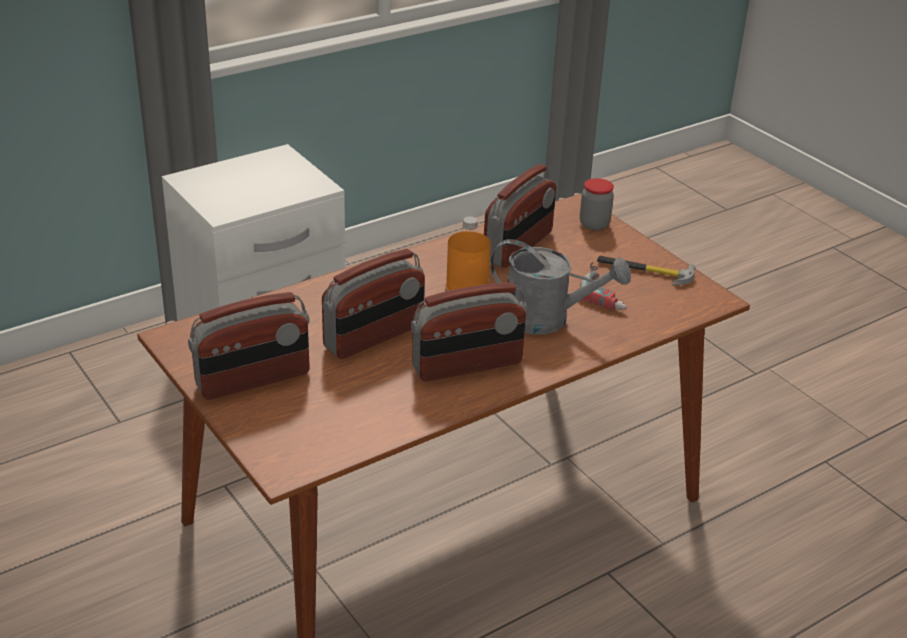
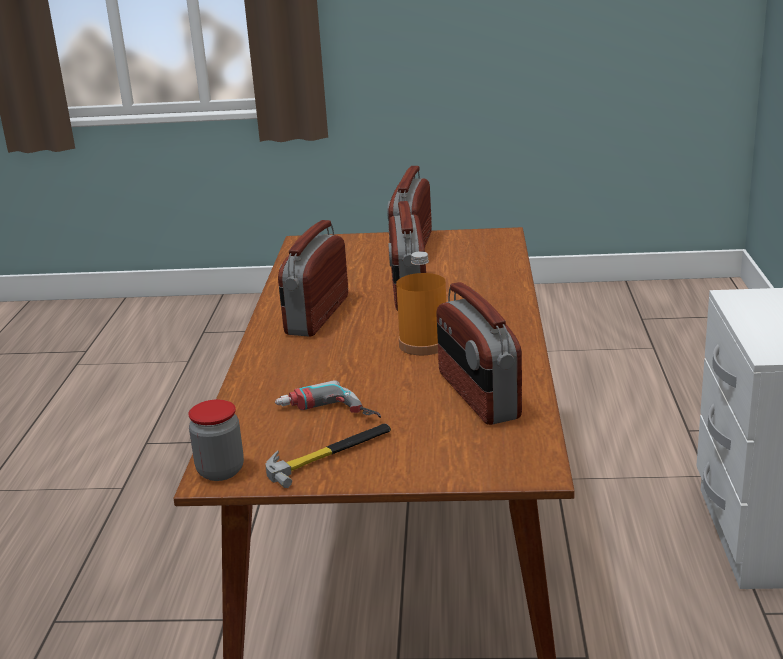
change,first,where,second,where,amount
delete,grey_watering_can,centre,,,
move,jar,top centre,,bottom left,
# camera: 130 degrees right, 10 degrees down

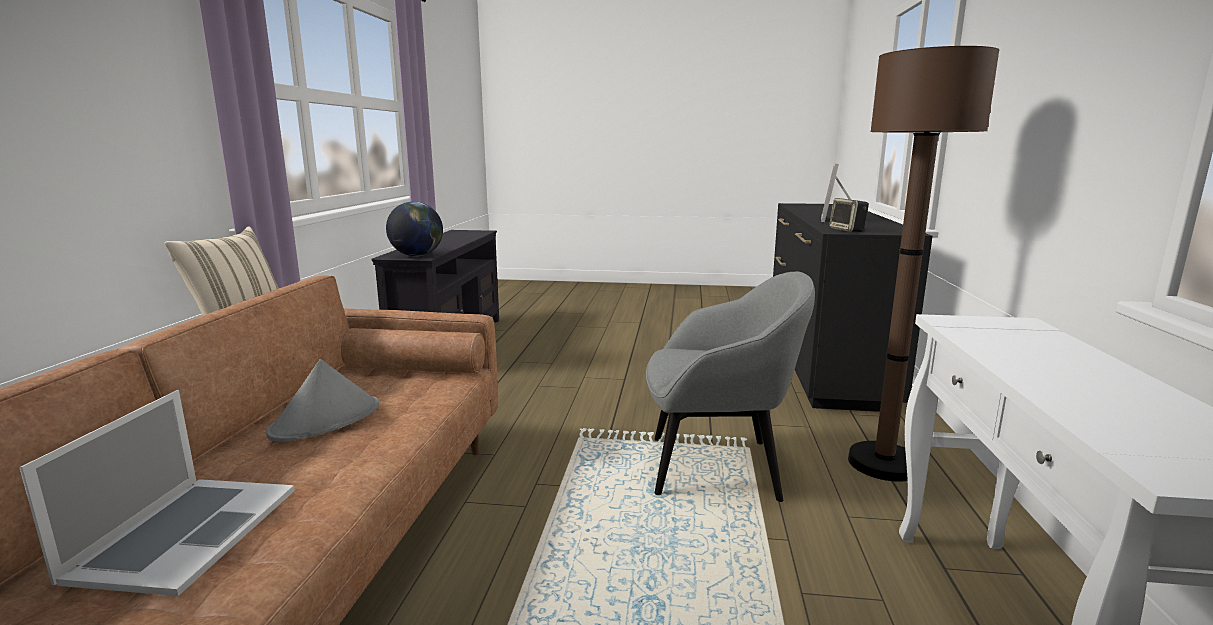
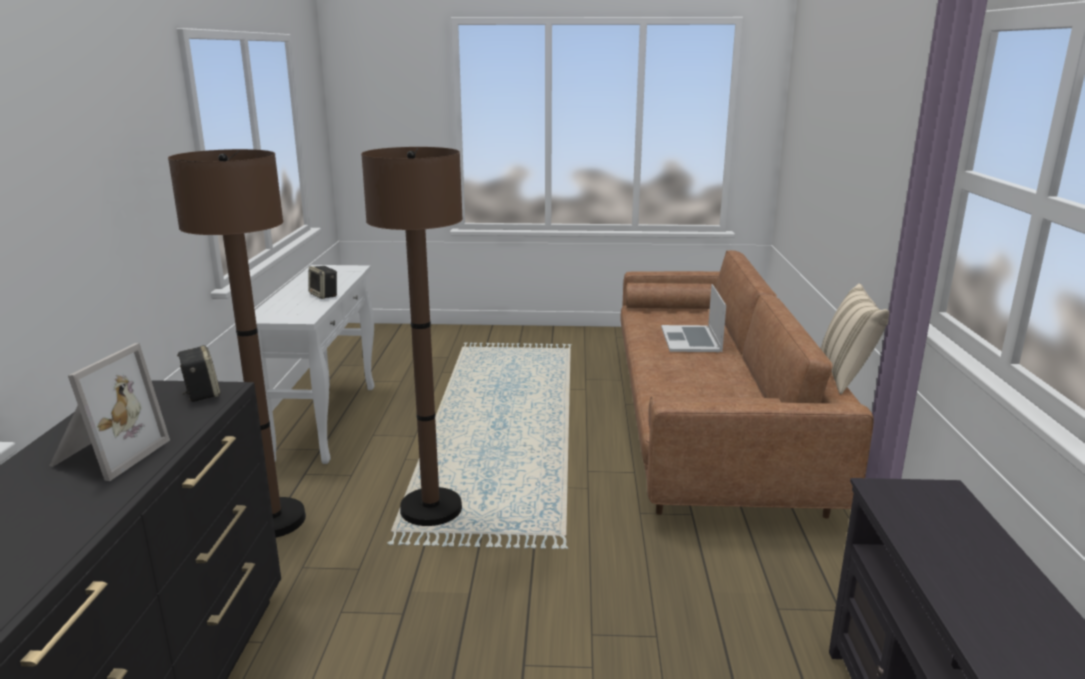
change,first,where,second,where,amount
delete,grey_hat,middle left,,,
delete,globe,centre,,,
insert,,,speaker (2nd from left),middle left,
replace,grey_armchair,centre,brown_floor_lamp (2nd from left),centre,
# camera: 175 degrees right, 5 degrees up

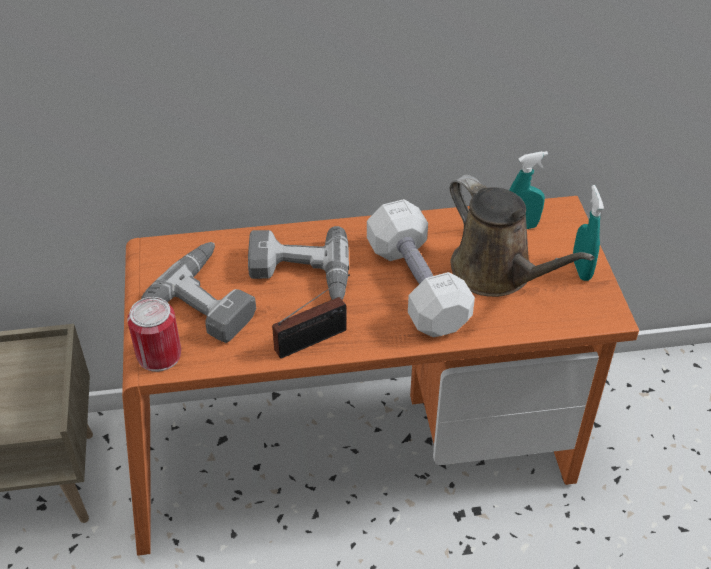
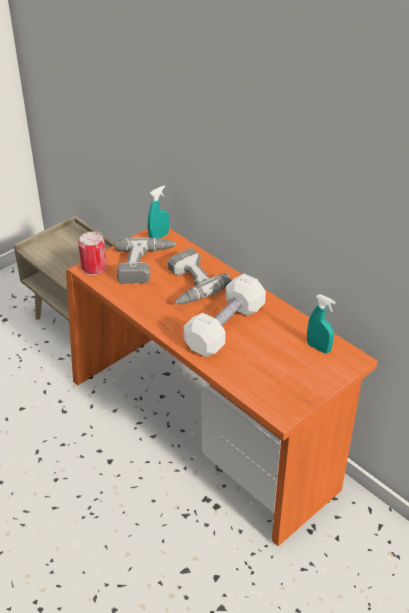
change,first,where,second,where,amount
delete,radio,centre,,,
delete,brown_watering_can,middle right,,,
move,turquoise_spray_bottle (2nd from left in the first image),middle right,turquoise_spray_bottle (1st from left),centre,
# camera: 55 degrees right, 5 degrees down

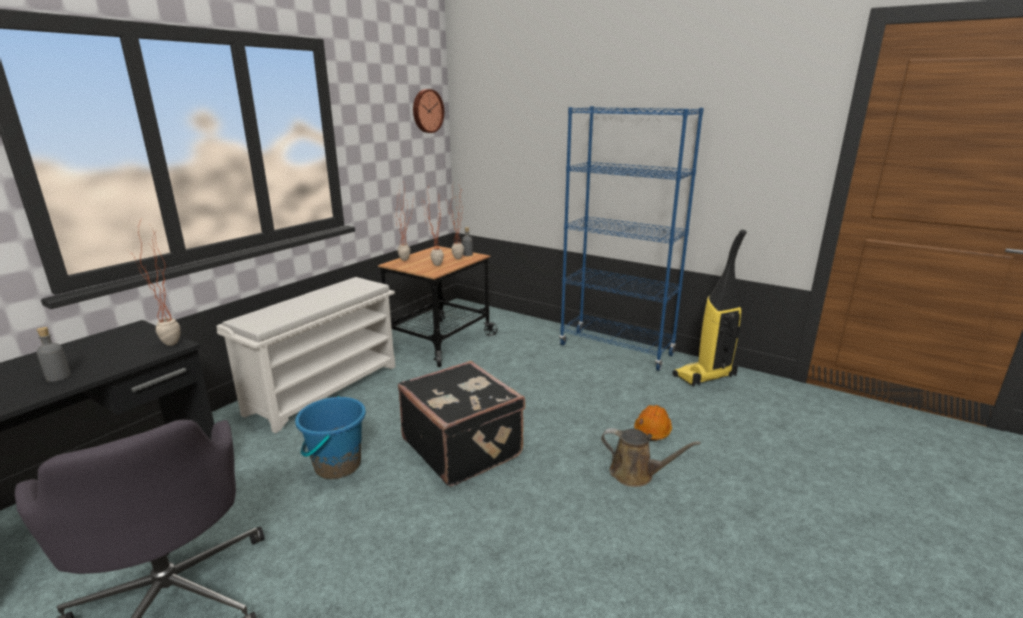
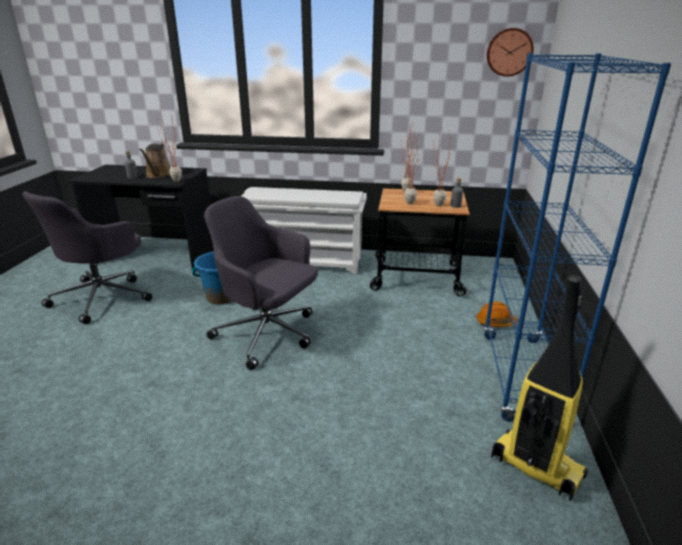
change,first,where,second,where,amount
move,brown_watering_can,bottom centre,,top left,
move,orange_hard_hat,bottom centre,,middle right,
replace,black_suitcase,bottom centre,grey_office_chair (2nd from left),centre,
# camera: 65 degrees right, 5 degrees up

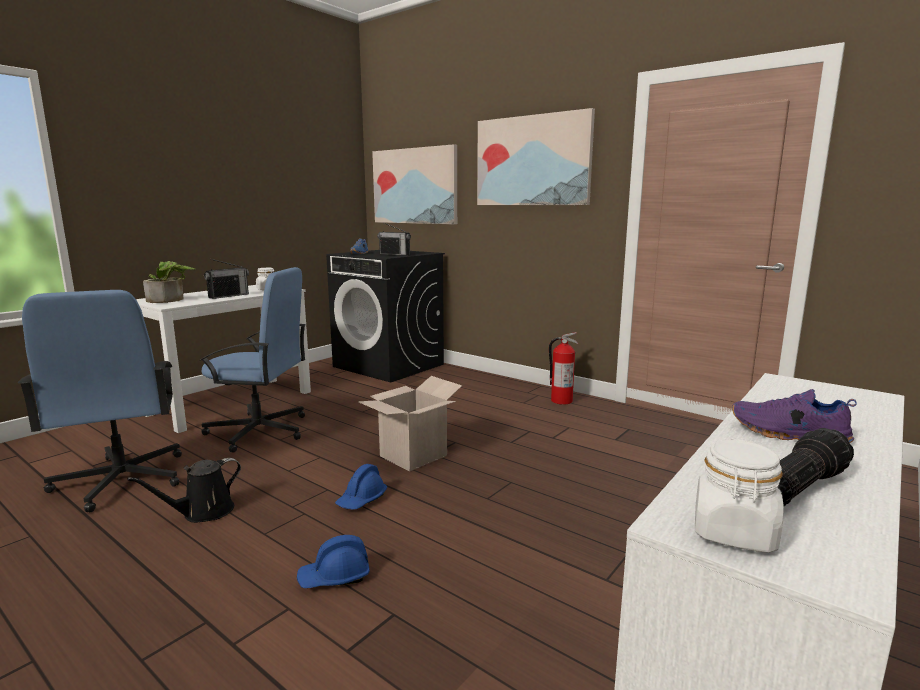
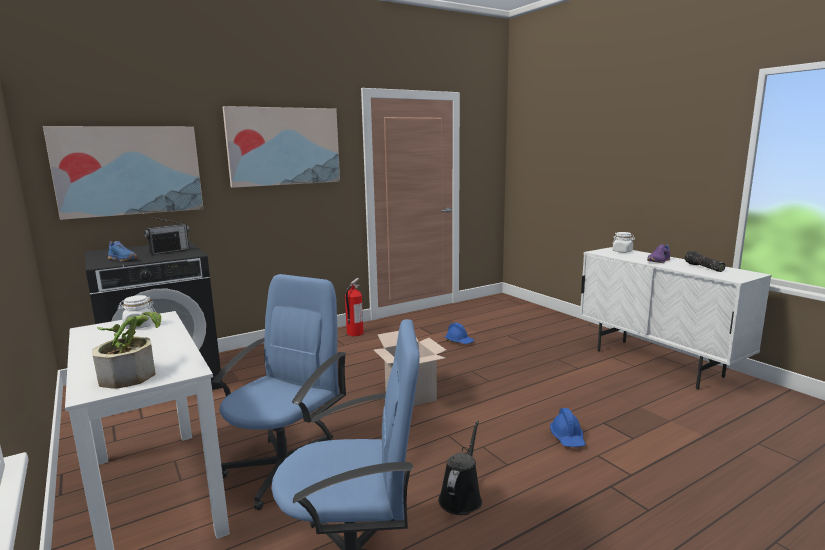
change,first,where,second,where,amount
delete,radio (1st from left),middle left,,,
move,blue_hard_hat (2nd from left in the first image),bottom centre,blue_hard_hat (1st from left),centre,
move,white_jar (2nd from left),bottom right,,middle right,
rotate,black_watering_can,bottom left,,bottom centre,135 degrees counterclockwise
# camera: 70 degrees left, 0 degrees up

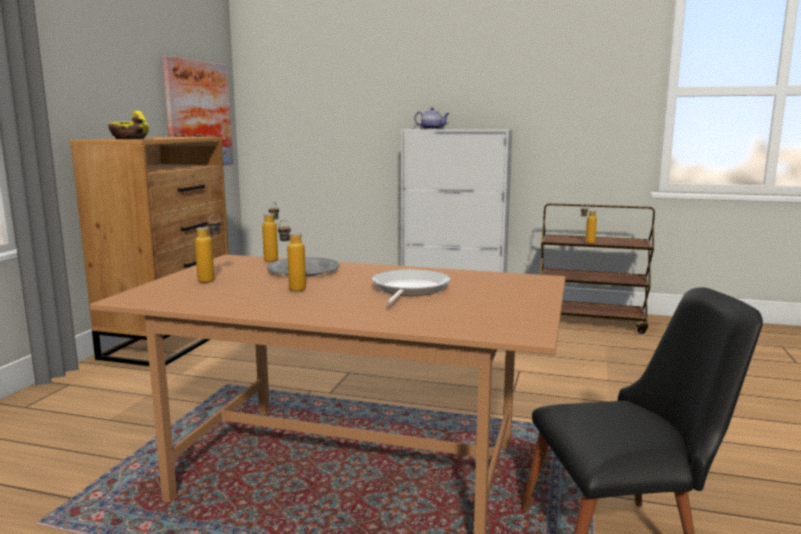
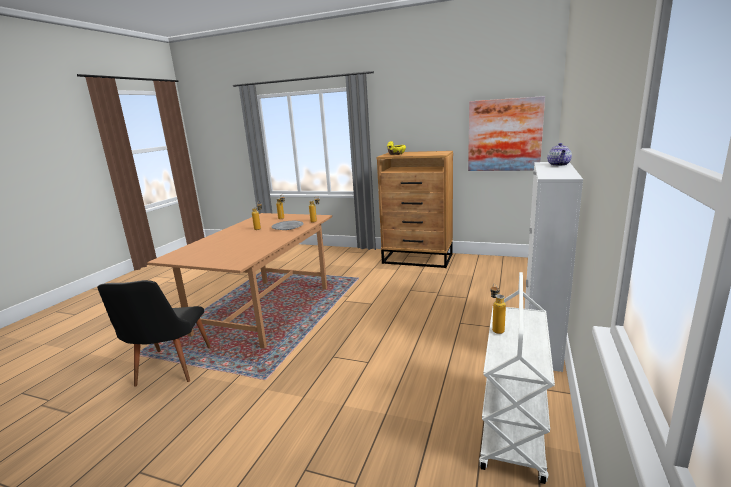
change,first,where,second,where,amount
delete,frying_pan,centre,,,
recolor,brown_cart,middle right,white_cart,bottom right,
# camera: 95 degrees right, 5 degrees up

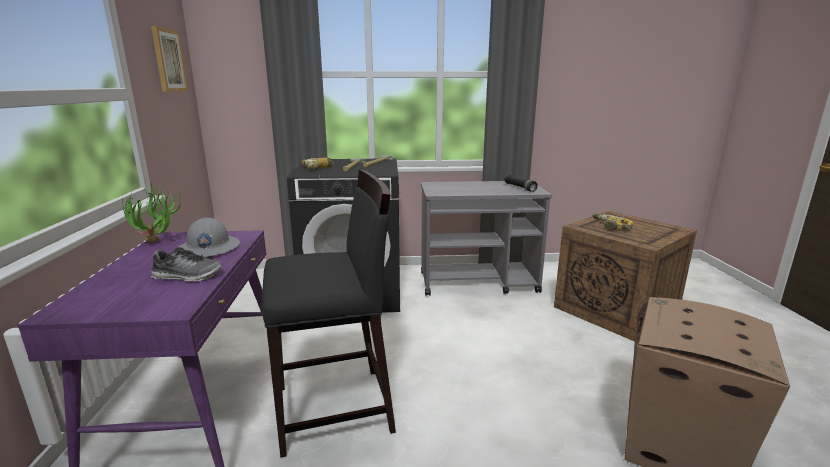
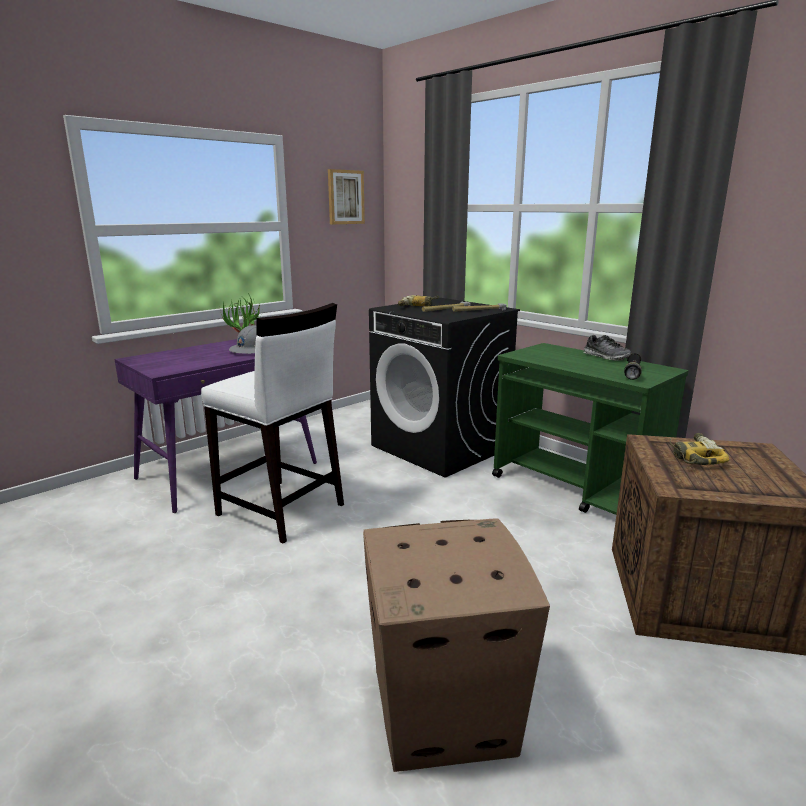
change,first,where,second,where,amount
move,shoe,middle left,,middle right,
recolor,black_stool,bottom centre,white_stool,centre,
recolor,grey_cart,centre,green_cart,middle right,
# camera: 50 degrees right, 0 degrees up

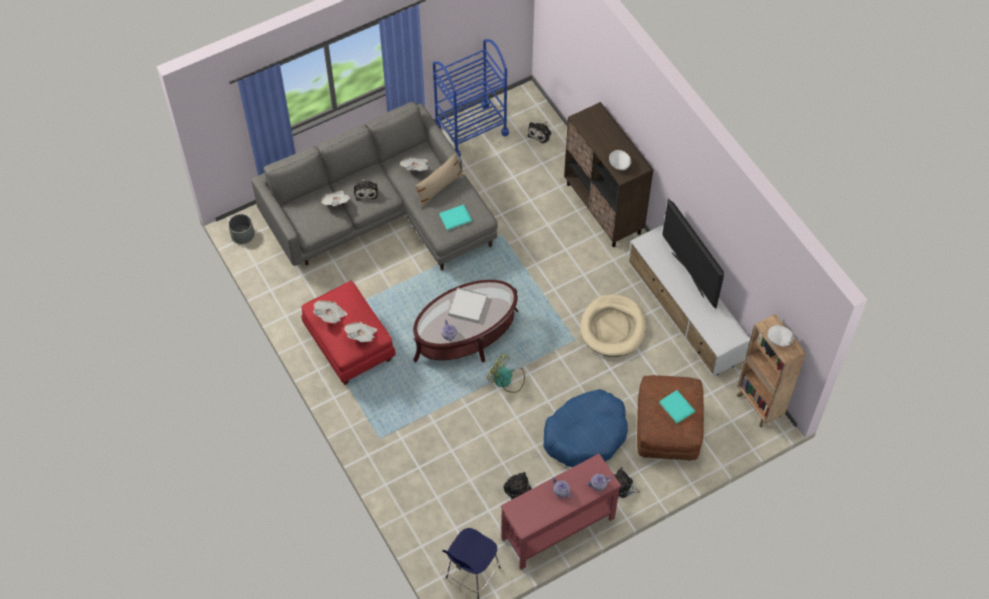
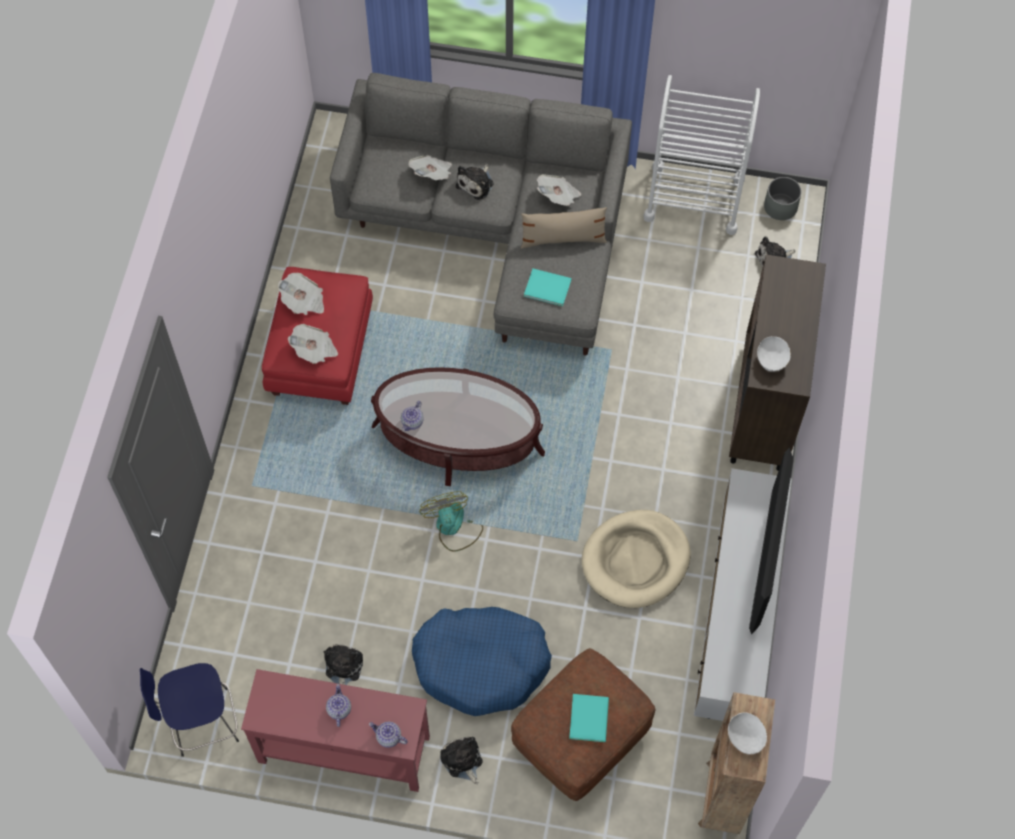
change,first,where,second,where,amount
delete,white_tray,centre,,,
move,grey_planter,middle left,,top right,
recolor,blue_cart,top centre,white_cart,top right,
# camera: 40 degrees right, 5 degrees up

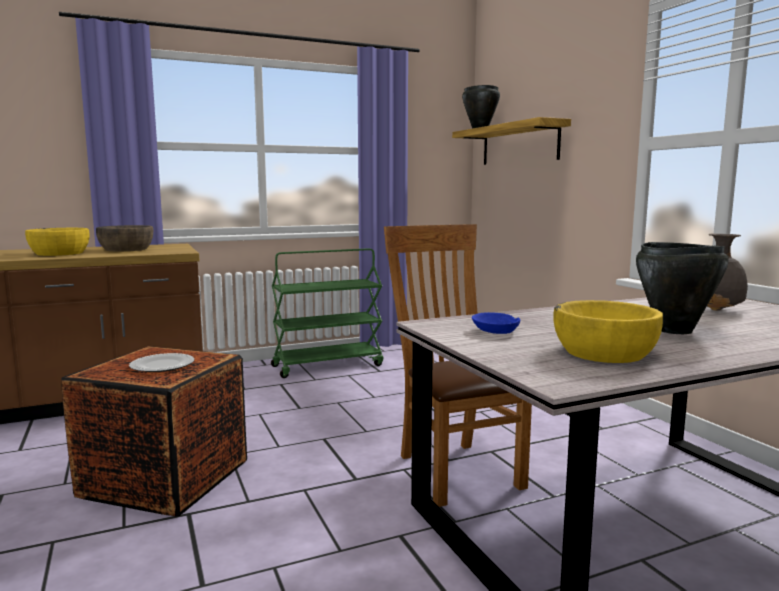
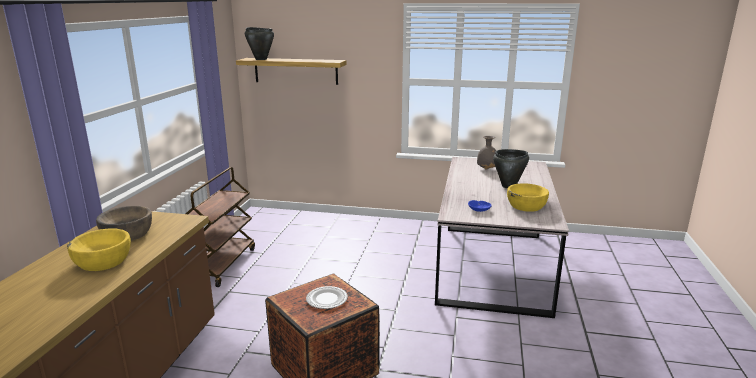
change,first,where,second,where,amount
delete,brown_chair,centre,,,
recolor,green_cart,centre,brown_cart,middle left,
# camera: 55 degrees left, 10 degrees up

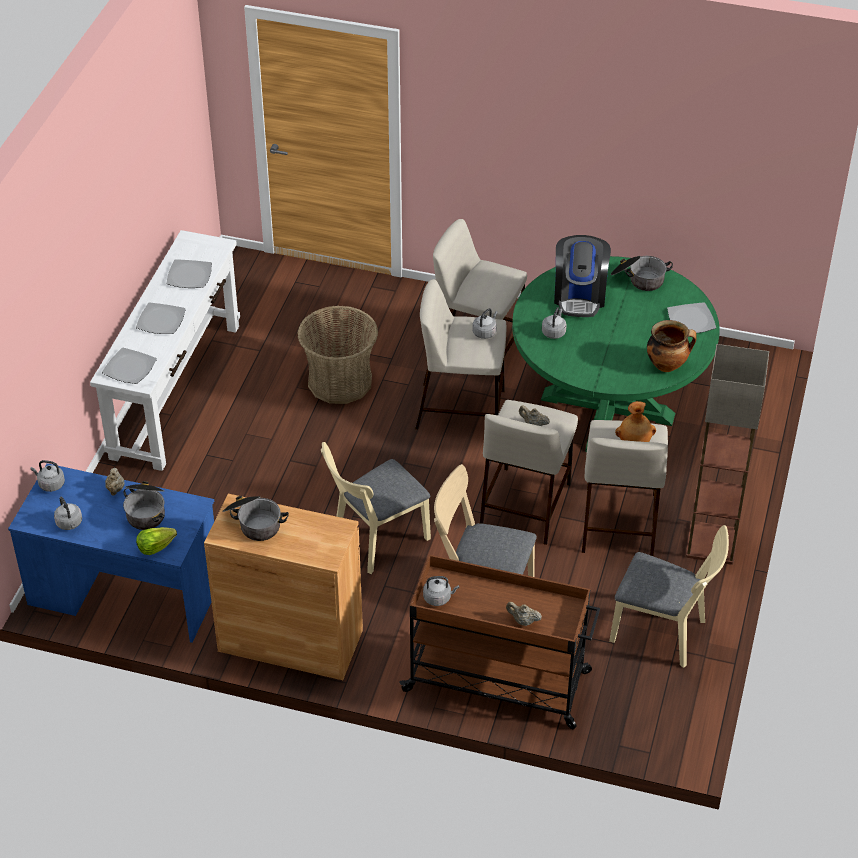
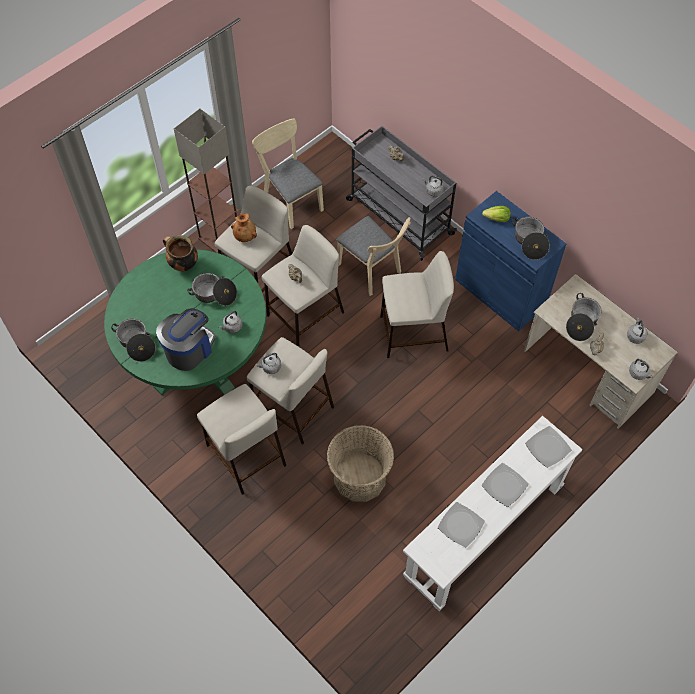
change,first,where,second,where,amount
delete,plate (4th from left),middle right,,,
insert,,,cooking_pot (3rd from left),middle left,
move,lettuce,middle left,,top right,
replace,beige_chair (1st from left),centre,beige_stool (5th from left),centre,
recolor,blue_desk,middle left,beige_desk,middle right,
recolor,brown_cabinet,bottom left,blue_cabinet,middle right,
recolor,brown_cart,bottom centre,grey_cart,top centre,
# camera: 150 degrees left, 15 degrees up

